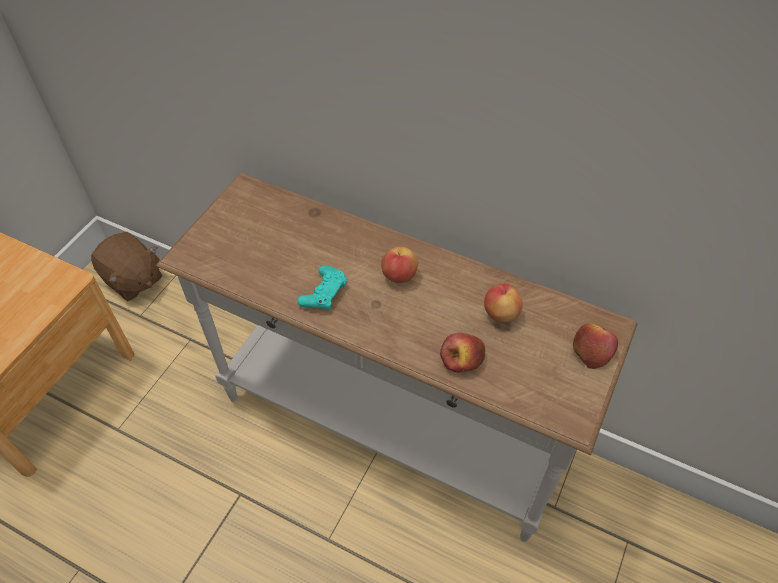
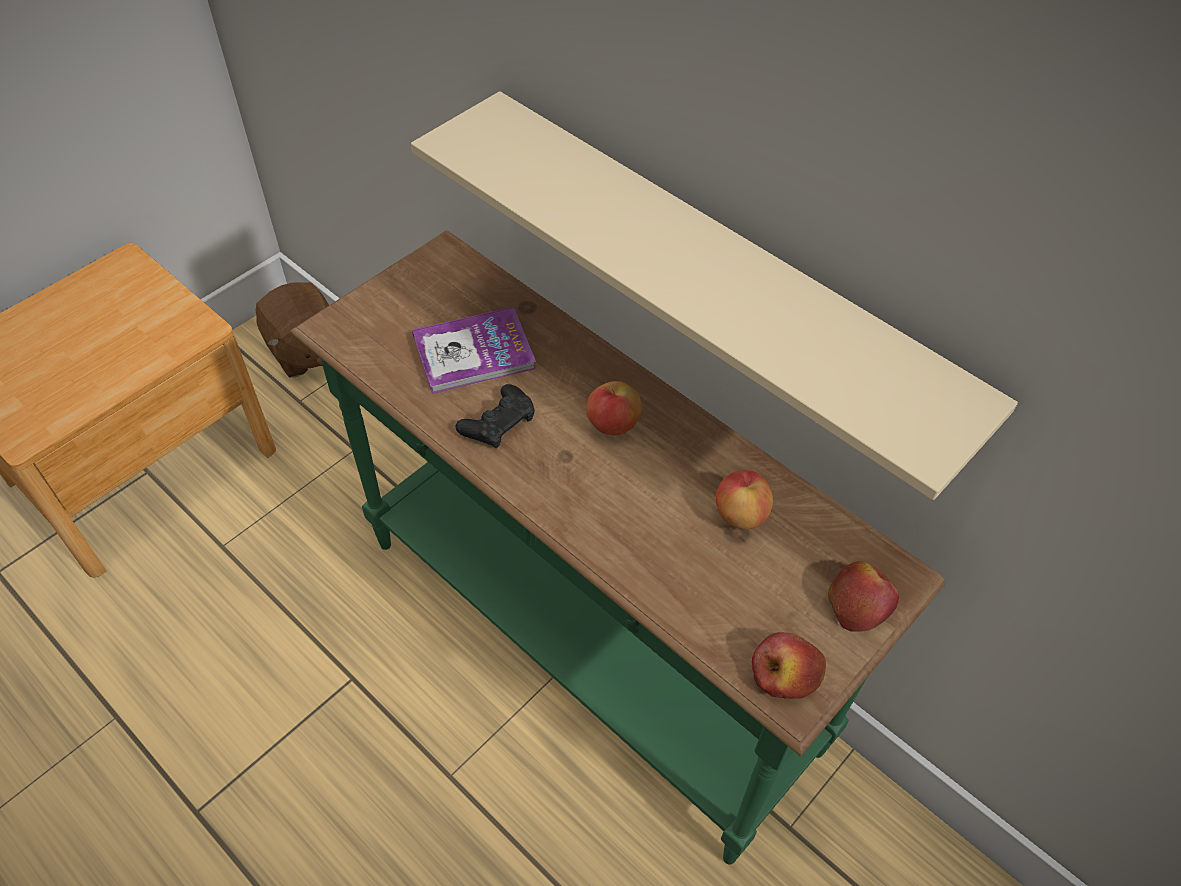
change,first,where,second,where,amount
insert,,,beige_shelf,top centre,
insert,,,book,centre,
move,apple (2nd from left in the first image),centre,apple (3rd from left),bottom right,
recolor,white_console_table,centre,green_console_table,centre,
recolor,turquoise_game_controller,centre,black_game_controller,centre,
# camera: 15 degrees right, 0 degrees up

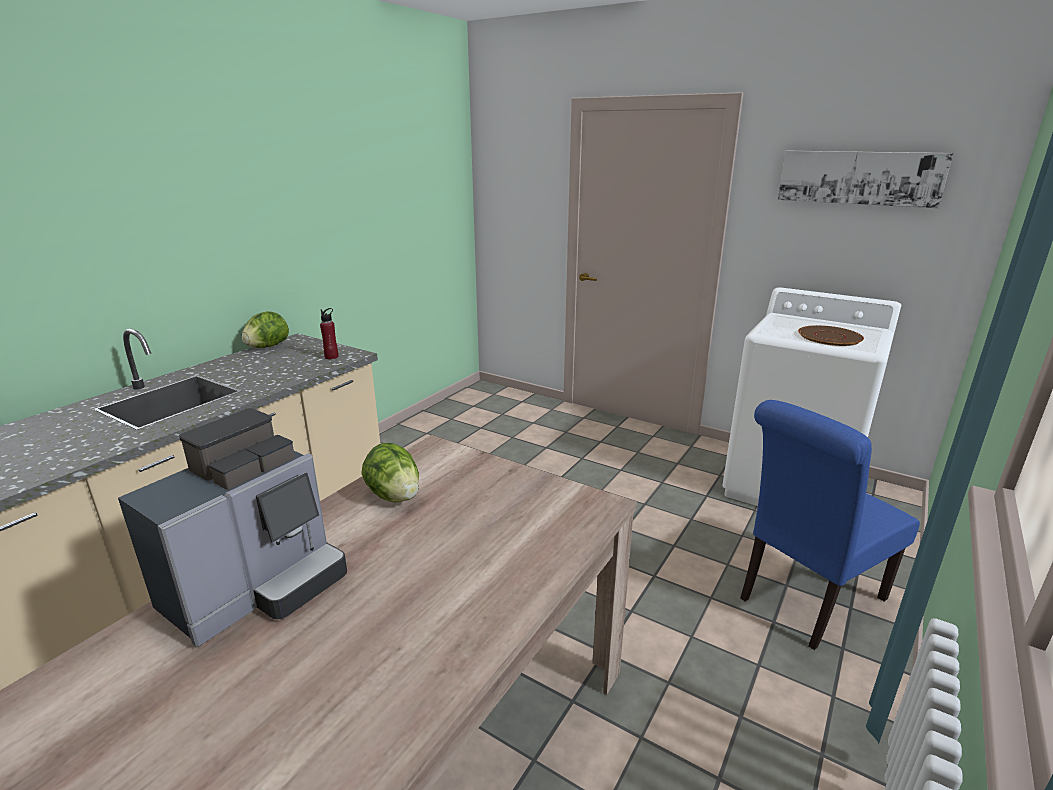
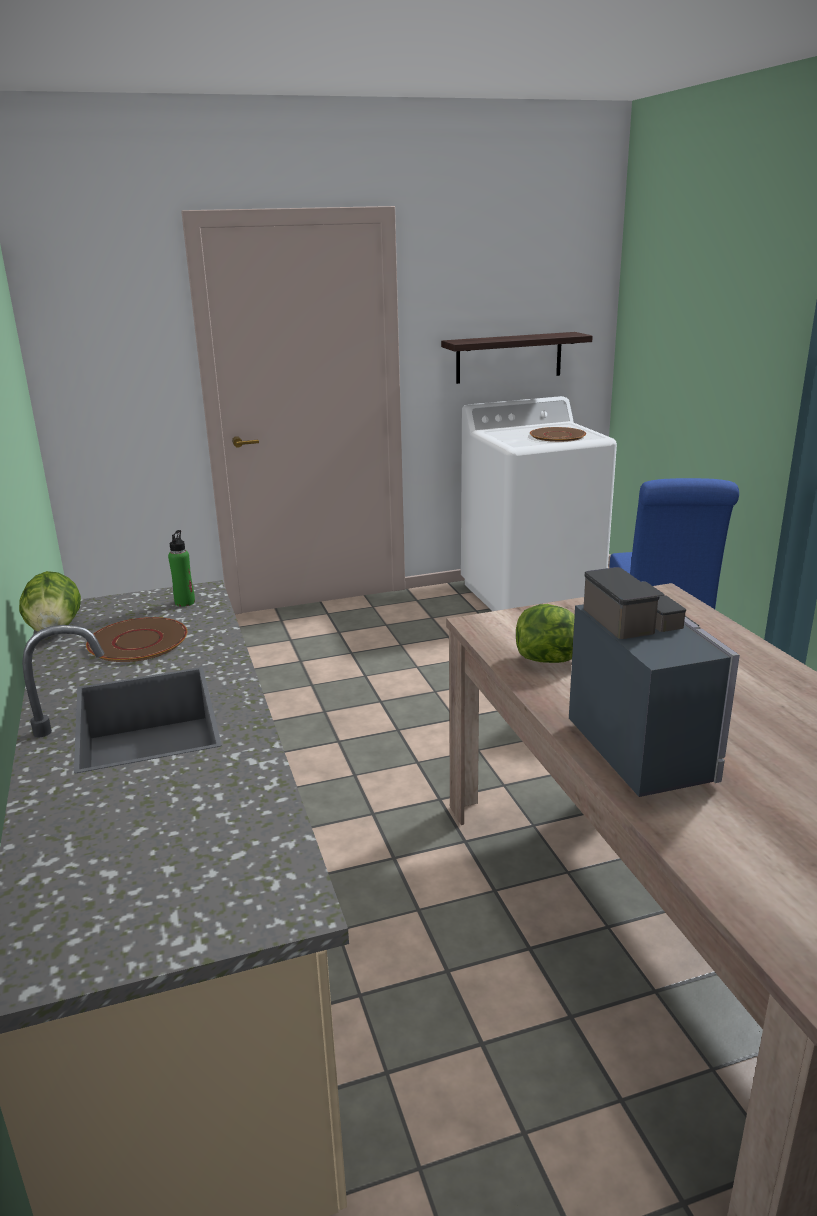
change,first,where,second,where,amount
delete,picture,top right,,,
insert,,,brown_plate (1st from left),middle left,
insert,,,shelf,top centre,
recolor,red_bottle,middle left,green_bottle,middle left,
# camera: 50 degrees left, 0 degrees up

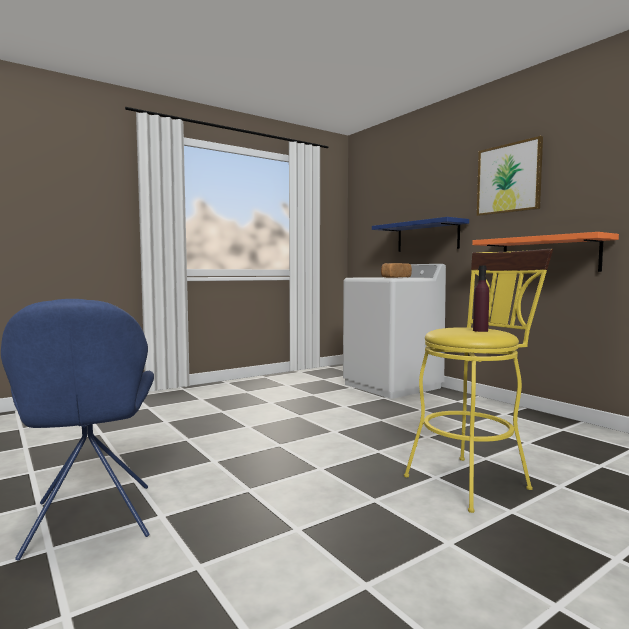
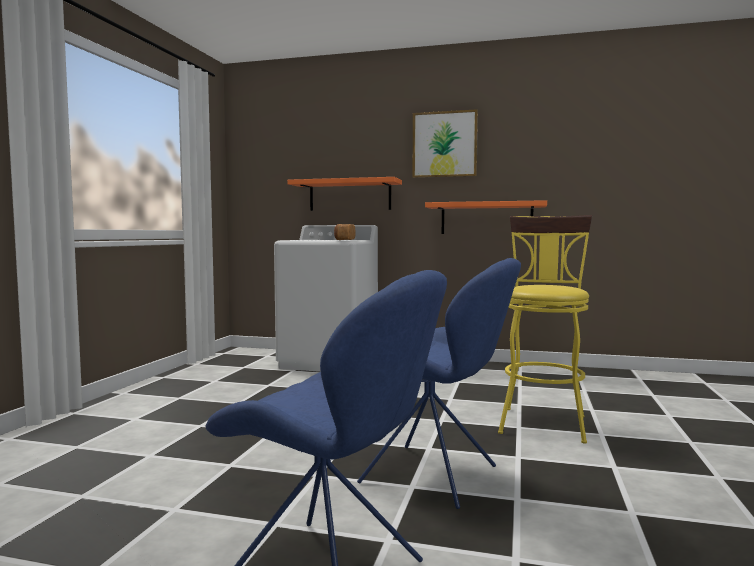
change,first,where,second,where,amount
delete,purple_bottle,middle right,,,
insert,,,blue_chair (2nd from left),bottom centre,
recolor,blue_shelf,middle right,orange_shelf (1st from left),centre,
# camera: 40 degrees left, 0 degrees up

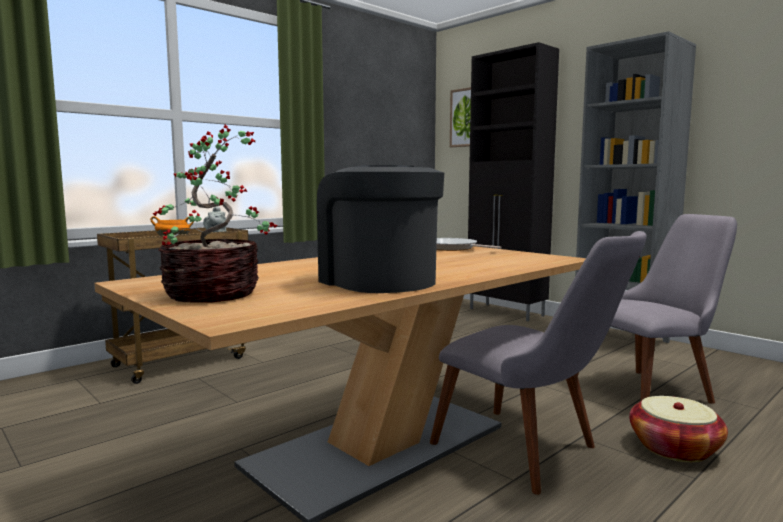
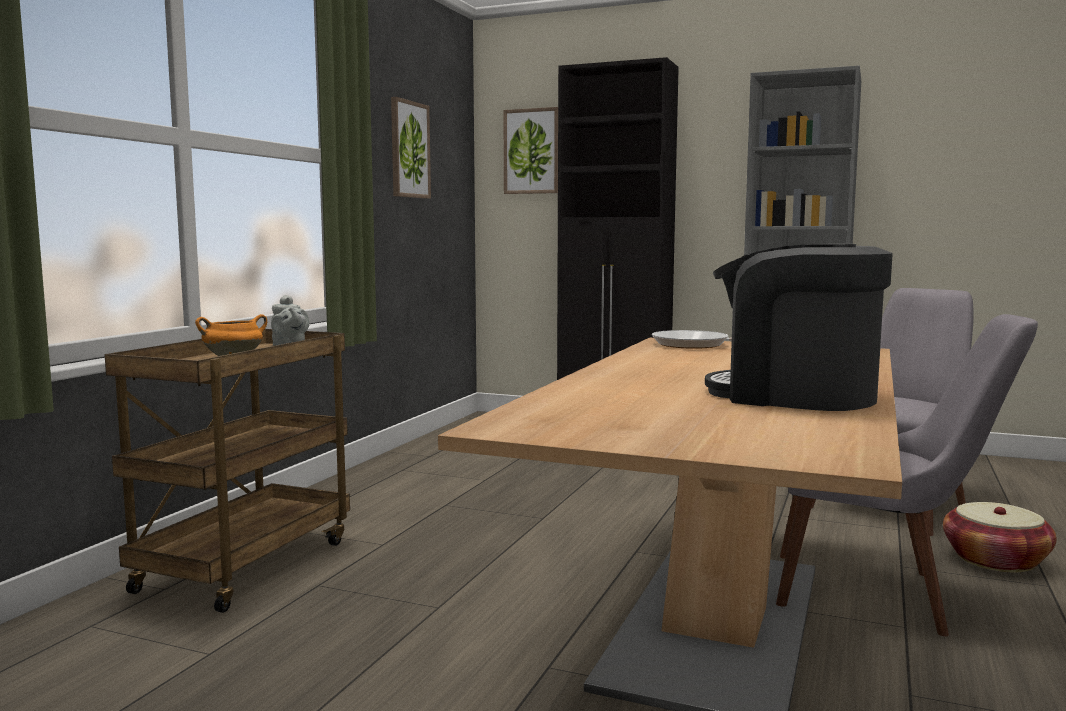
change,first,where,second,where,amount
delete,potted_plant,middle left,,,
insert,,,picture (1st from left),top centre,
# camera: 25 degrees left, 0 degrees up

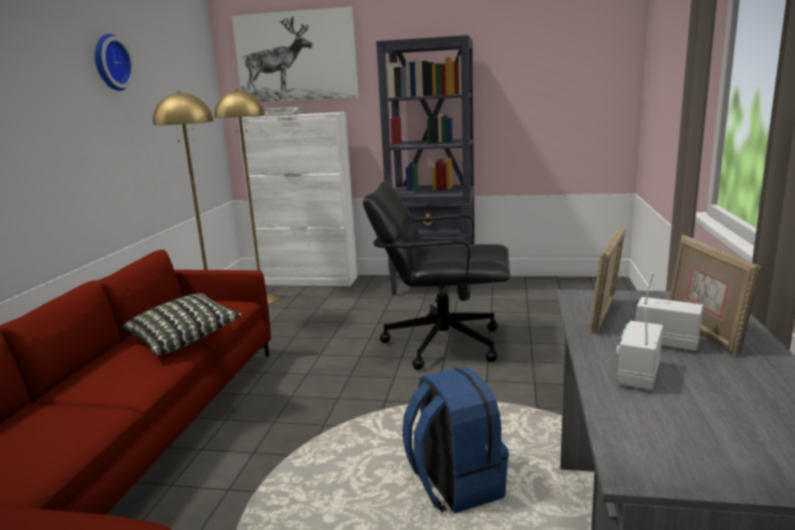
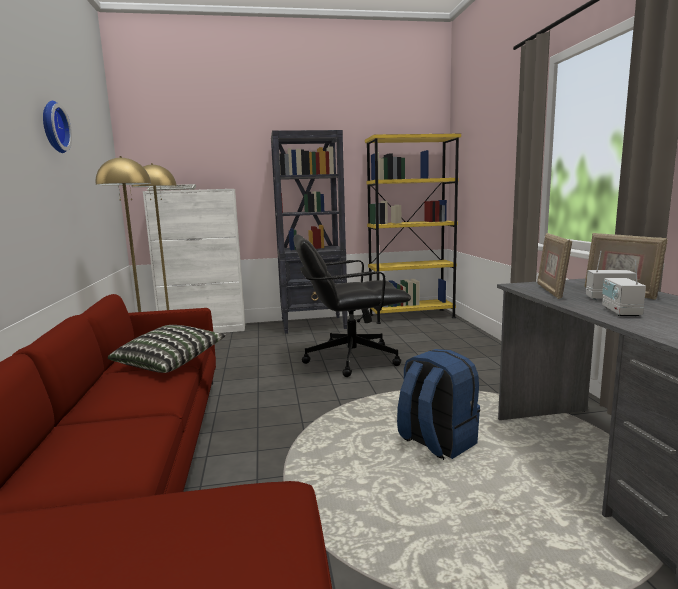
change,first,where,second,where,amount
delete,picture,top centre,,,
insert,,,yellow_bookcase,centre,
# camera: 20 degrees left, 5 degrees down

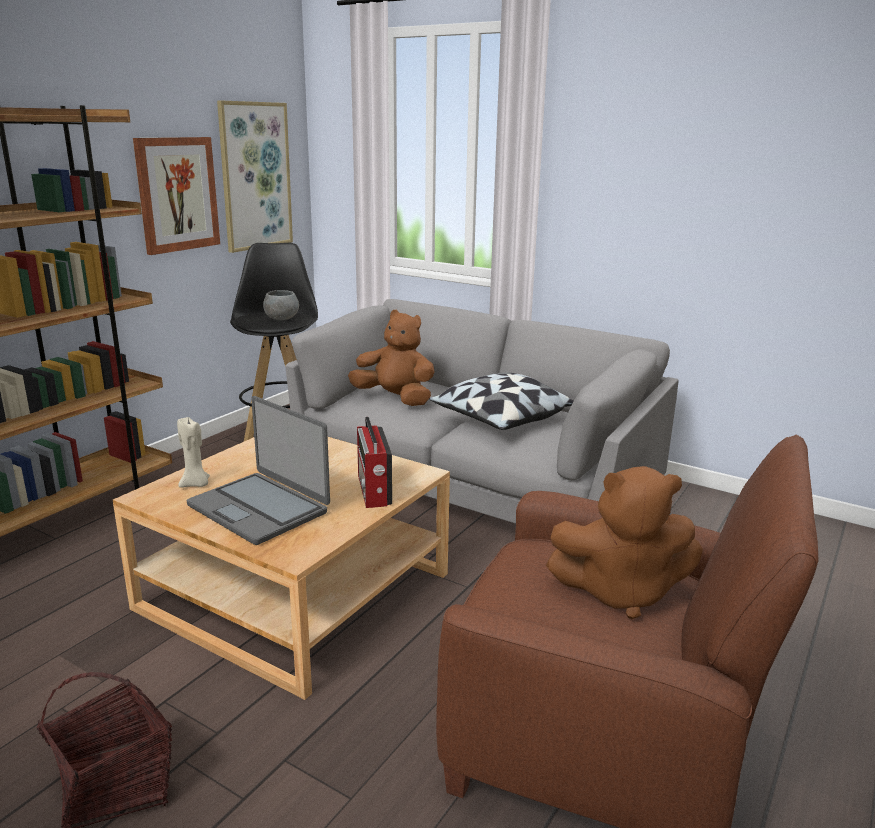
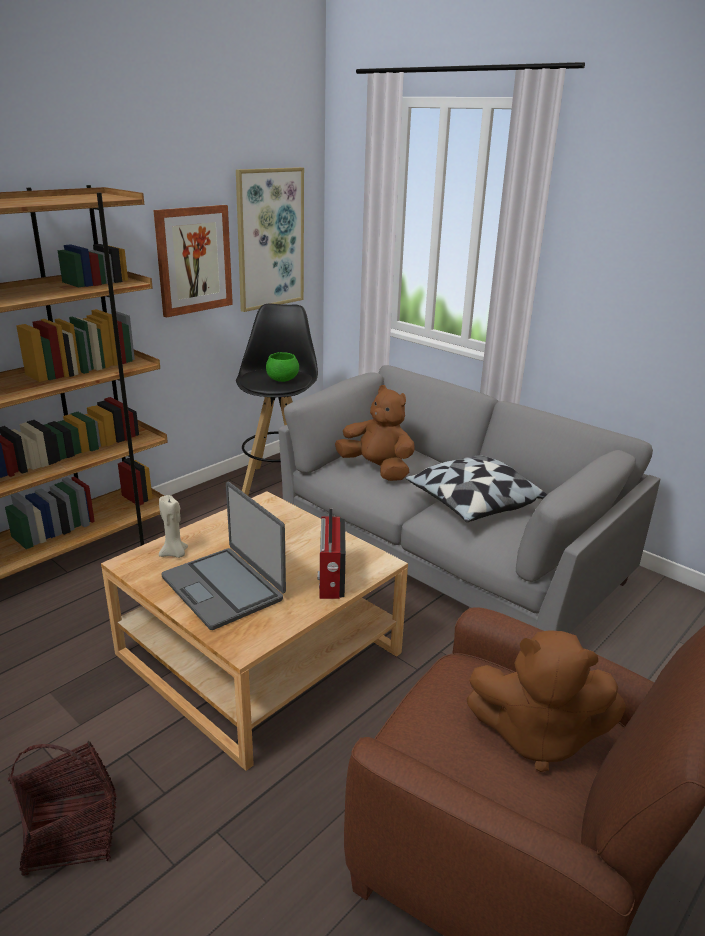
change,first,where,second,where,amount
recolor,grey_bowl,middle left,green_bowl,centre,
# camera: 10 degrees right, 5 degrees up

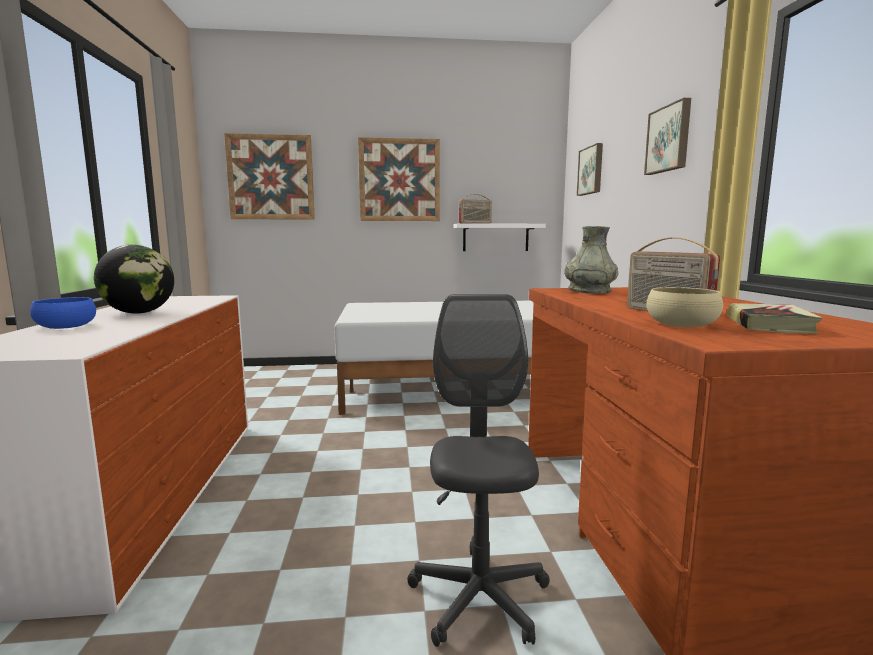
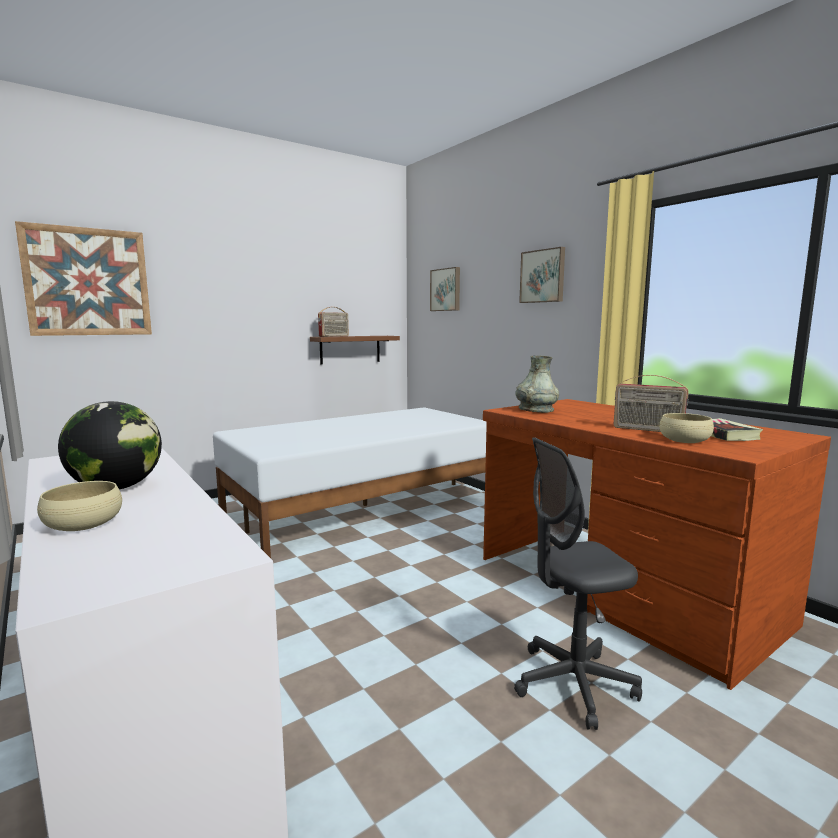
change,first,where,second,where,amount
delete,picture (2nd from left),top centre,,,
recolor,blue_bowl,middle left,beige_bowl (1st from left),middle left,
recolor,white_shelf,centre,brown_shelf,centre,
rotate,grey_office_chair,bottom centre,,bottom right,75 degrees counterclockwise
# camera: 30 degrees left, 0 degrees up

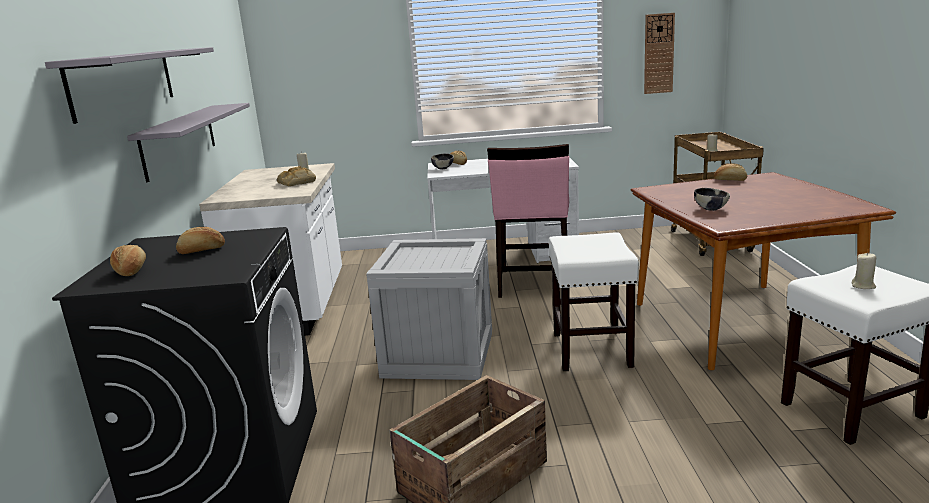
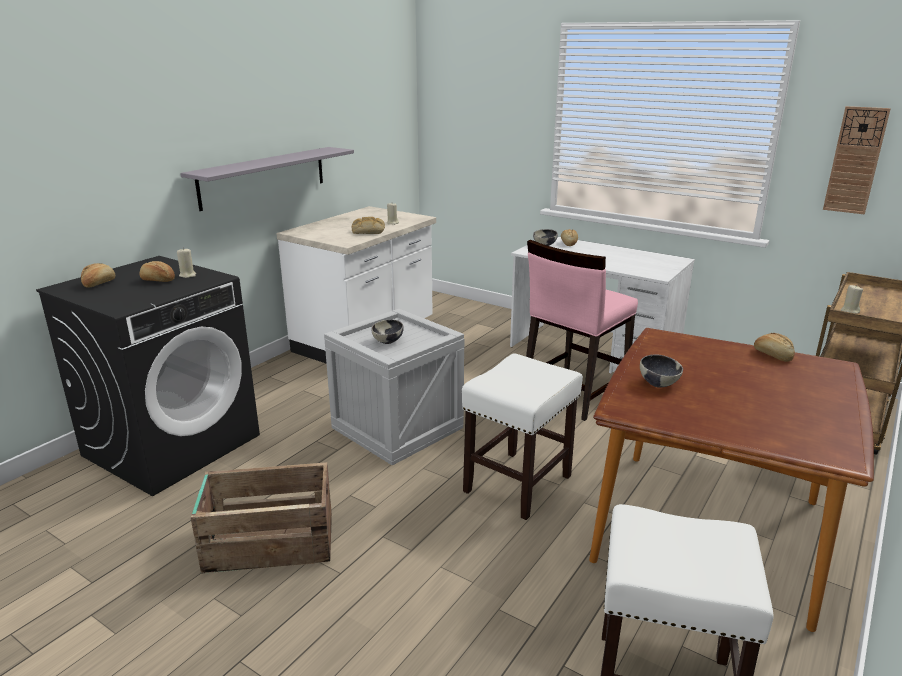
change,first,where,second,where,amount
delete,grey_shelf (1st from left),top left,,,
insert,,,bowl (1st from left),centre,
move,beige_candle (3rd from left in the first image),middle right,beige_candle (1st from left),middle left,
# camera: 35 degrees right, 5 degrees up

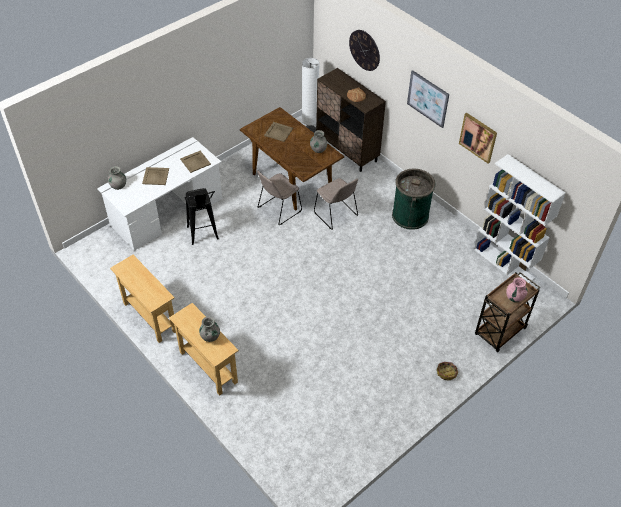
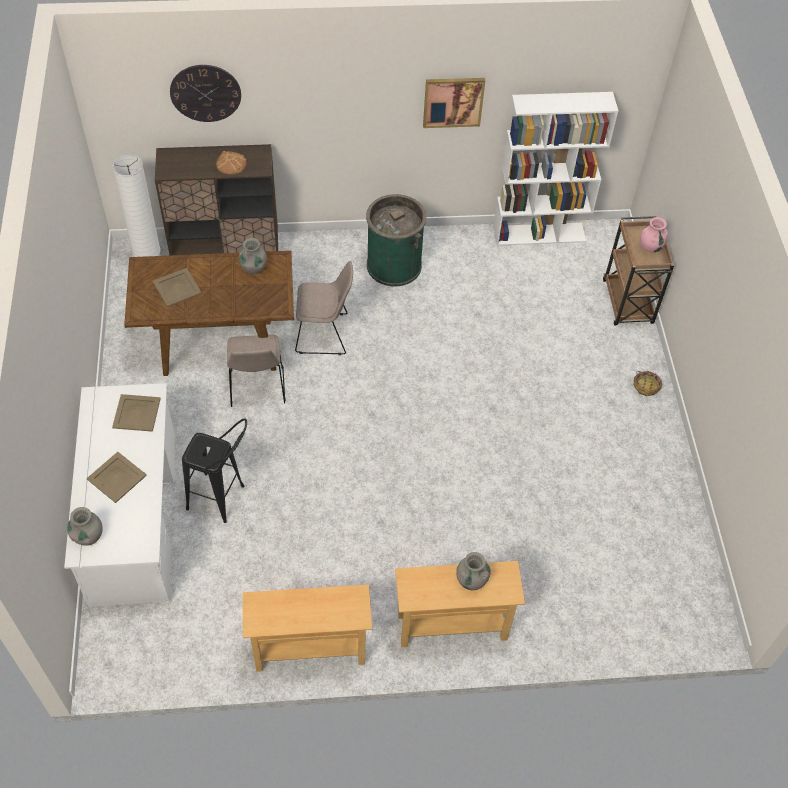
change,first,where,second,where,amount
delete,picture (1st from left),top right,,,
# camera: 55 degrees left, 5 degrees up

